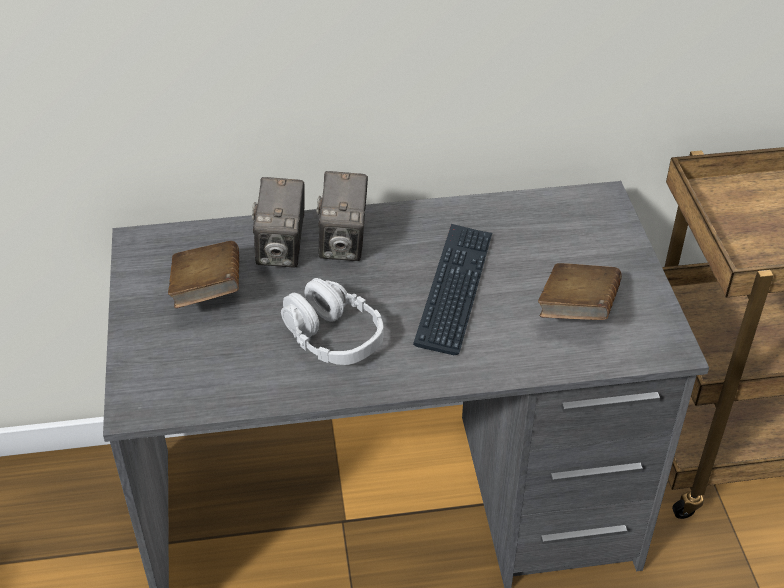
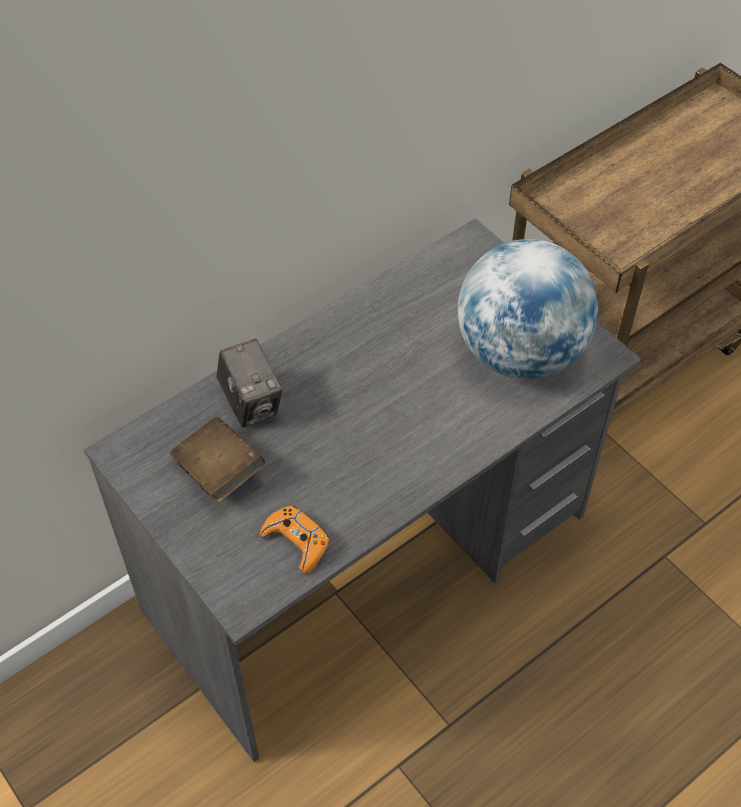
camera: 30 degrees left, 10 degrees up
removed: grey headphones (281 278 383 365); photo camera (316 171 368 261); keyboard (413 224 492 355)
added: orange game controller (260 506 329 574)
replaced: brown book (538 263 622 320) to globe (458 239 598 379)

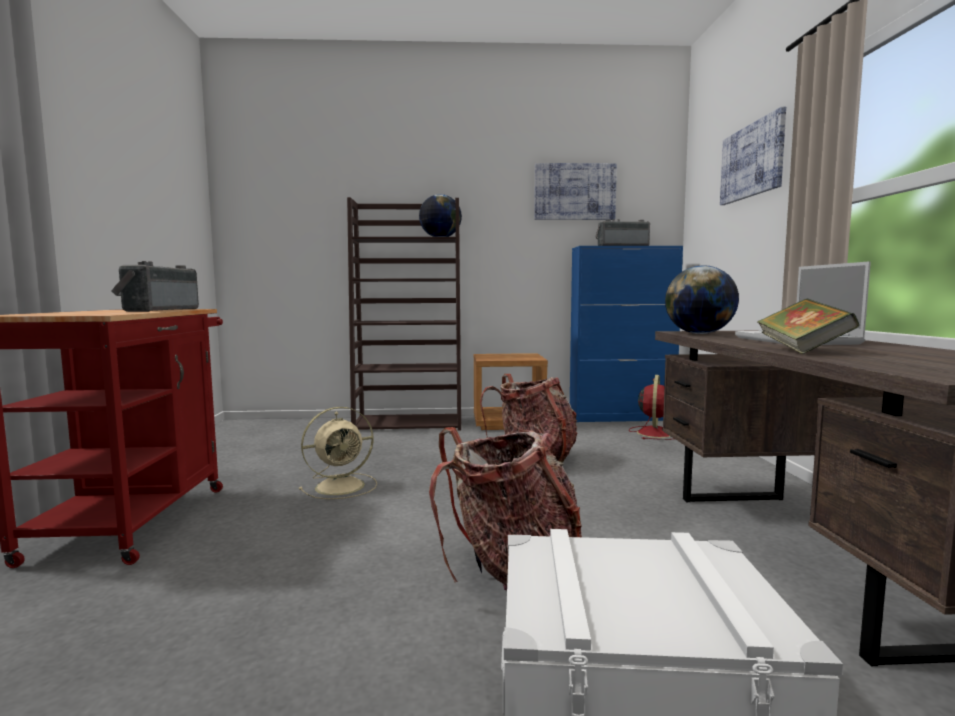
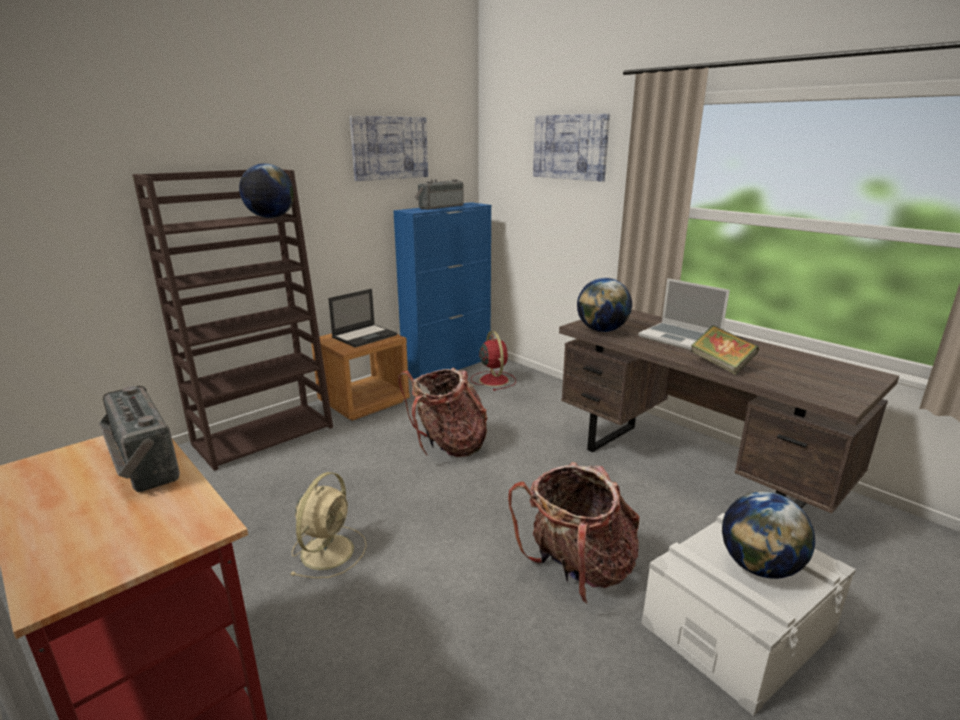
camera: 40 degrees left, 15 degrees up
added: laptop (328 289 397 348); globe (722 491 815 579)

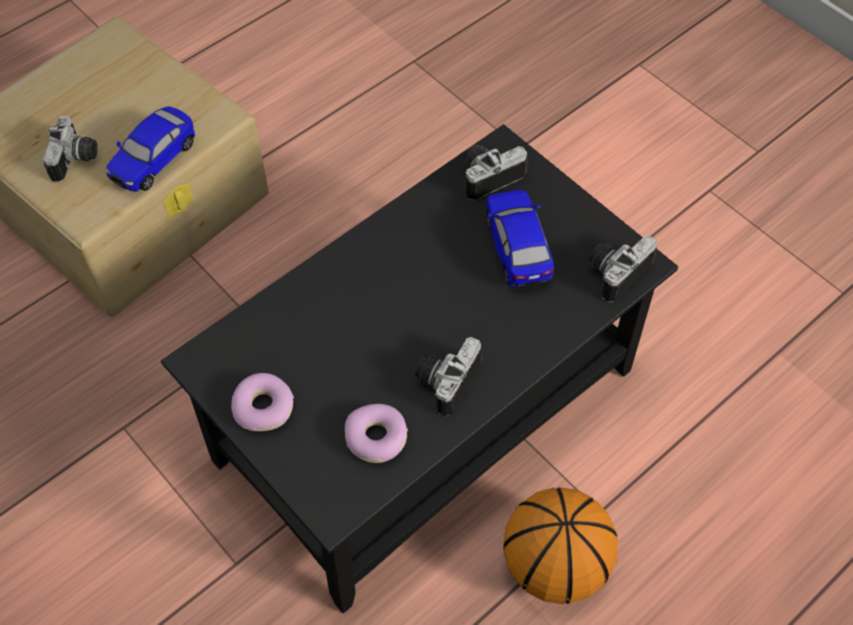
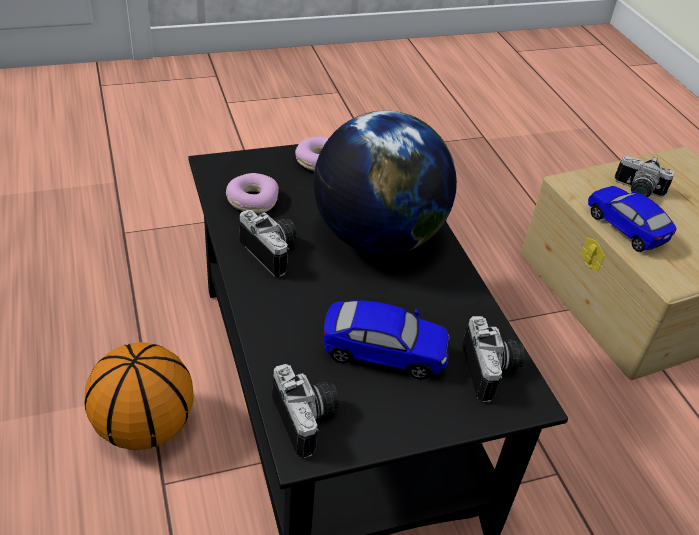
camera: 110 degrees right, 15 degrees down
added: globe (314 111 457 255)

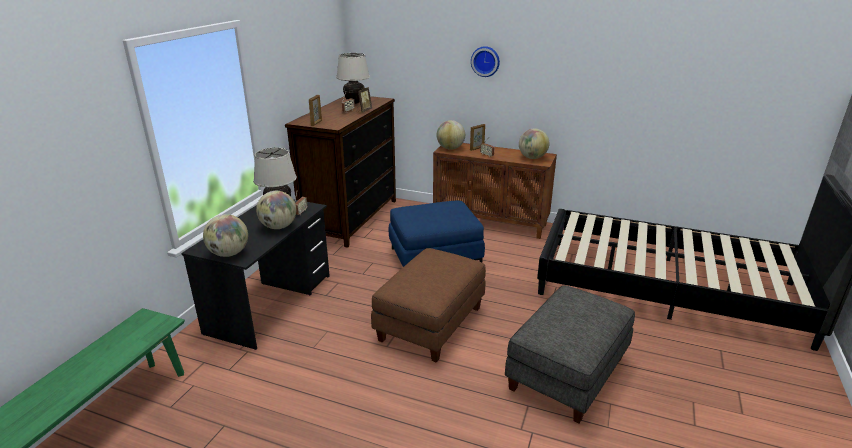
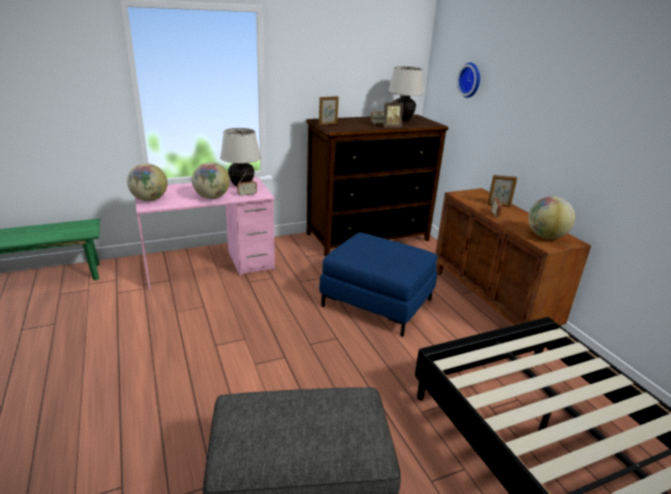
camera: 45 degrees right, 0 degrees up
removed: brown ottoman (371 248 486 363); globe (437 120 465 150)
moved: wall clock (471 46 500 77) to (457 62 480 98)
recoloured: black desk (181 199 330 350) to pink desk (135 177 275 290)

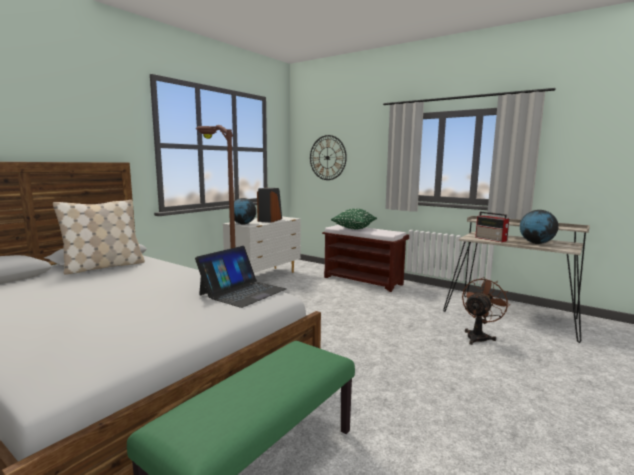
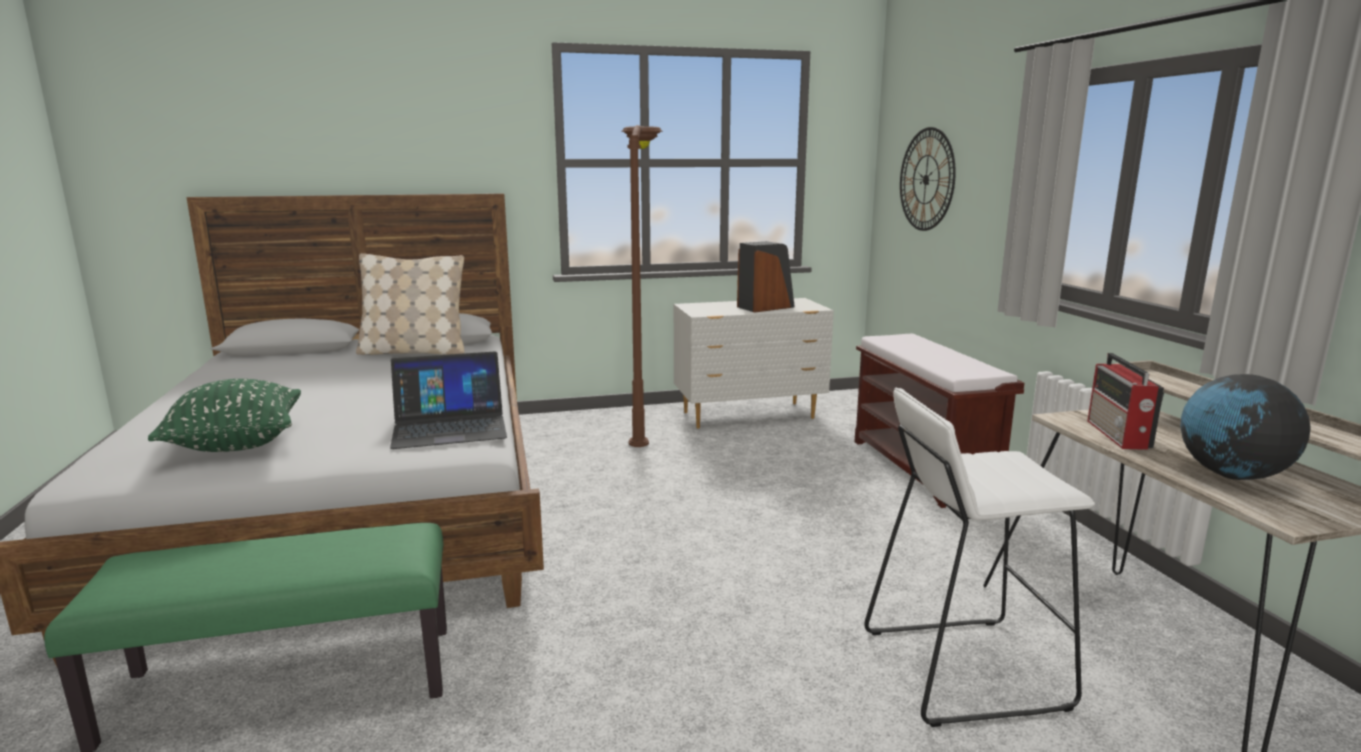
camera: 40 degrees right, 5 degrees up
removed: globe (234 198 256 225)
moved: green pillow (331 209 377 230) to (148 379 301 452)
replaced: brown fan (462 277 510 345) to white stool (864 388 1095 727)

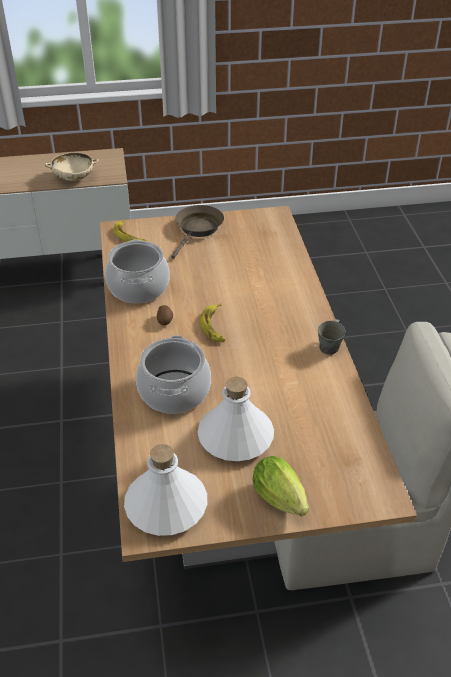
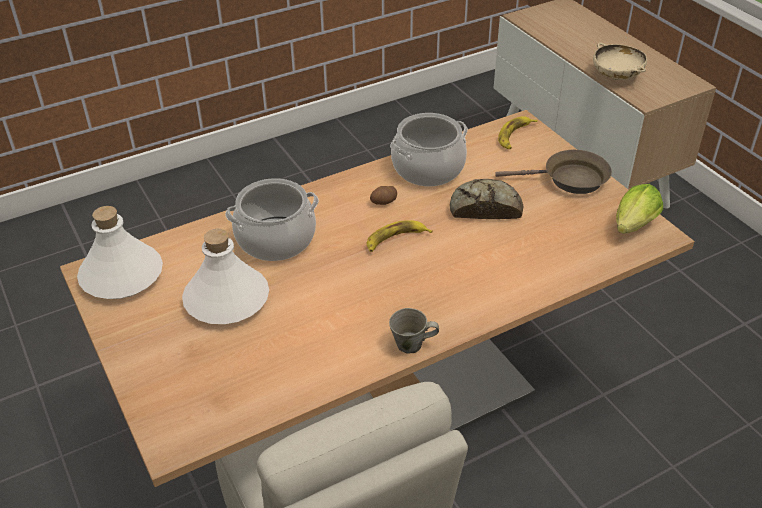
camera: 70 degrees right, 0 degrees up
added: bread (450 179 524 219)
moved: lettuce (252 456 309 516) to (616 184 663 234)

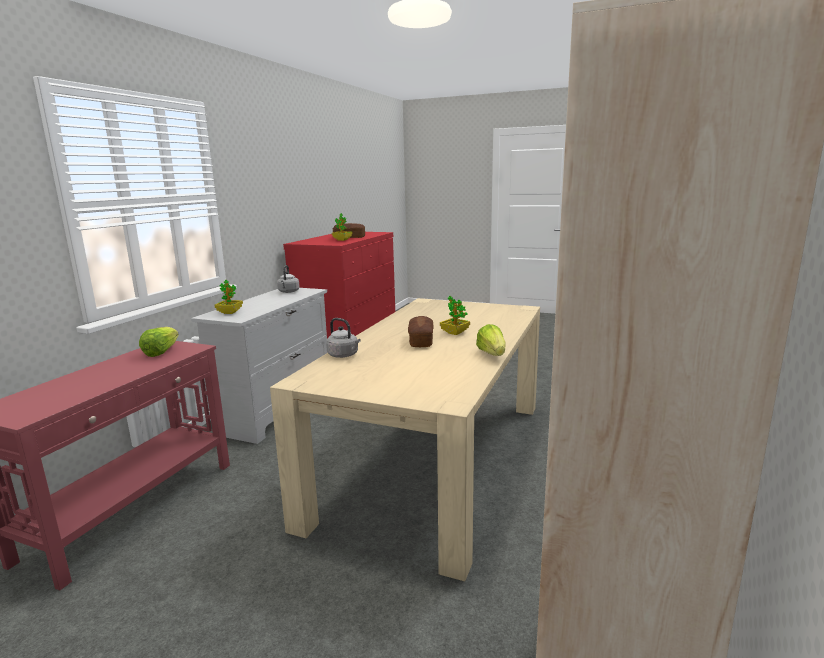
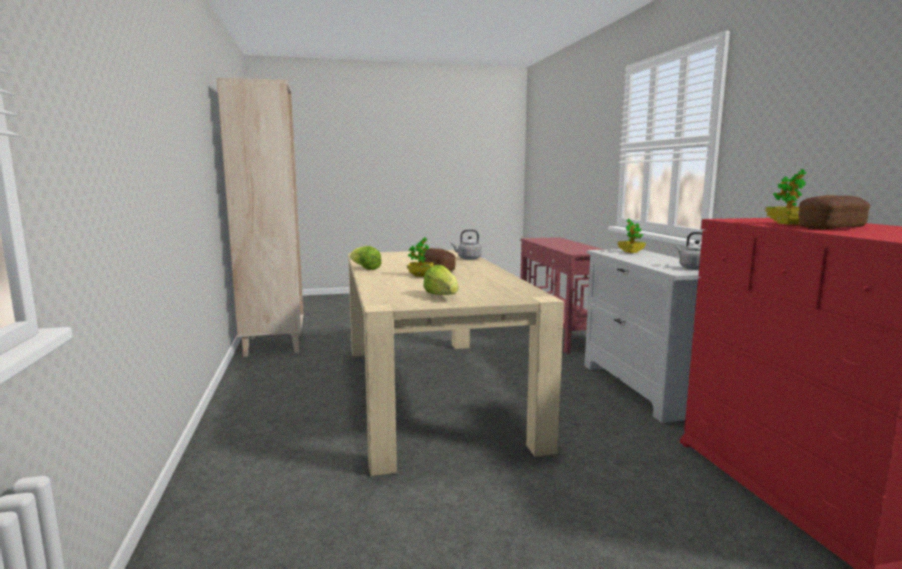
camera: 145 degrees right, 5 degrees down
moved: lettuce (139 327 179 357) to (423 265 458 295)

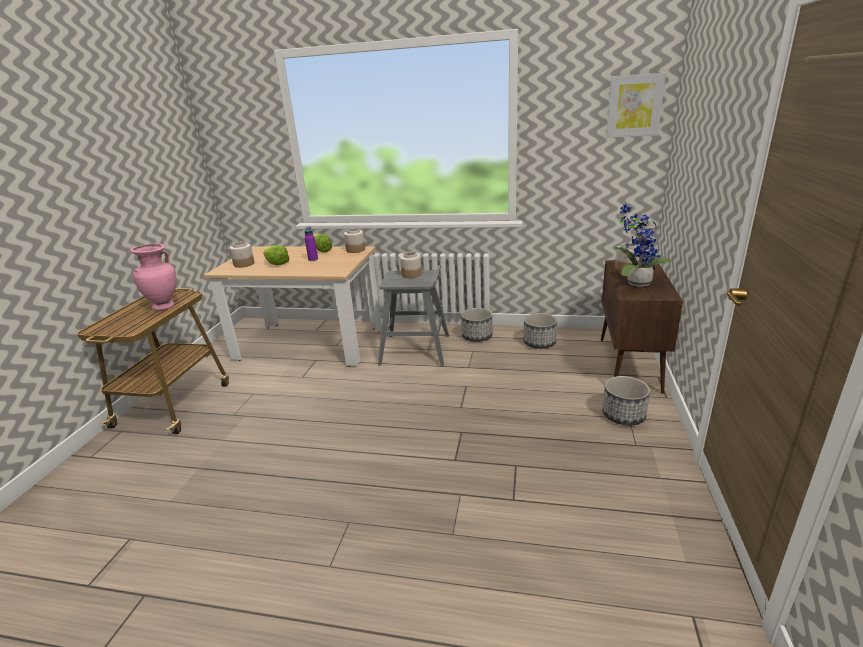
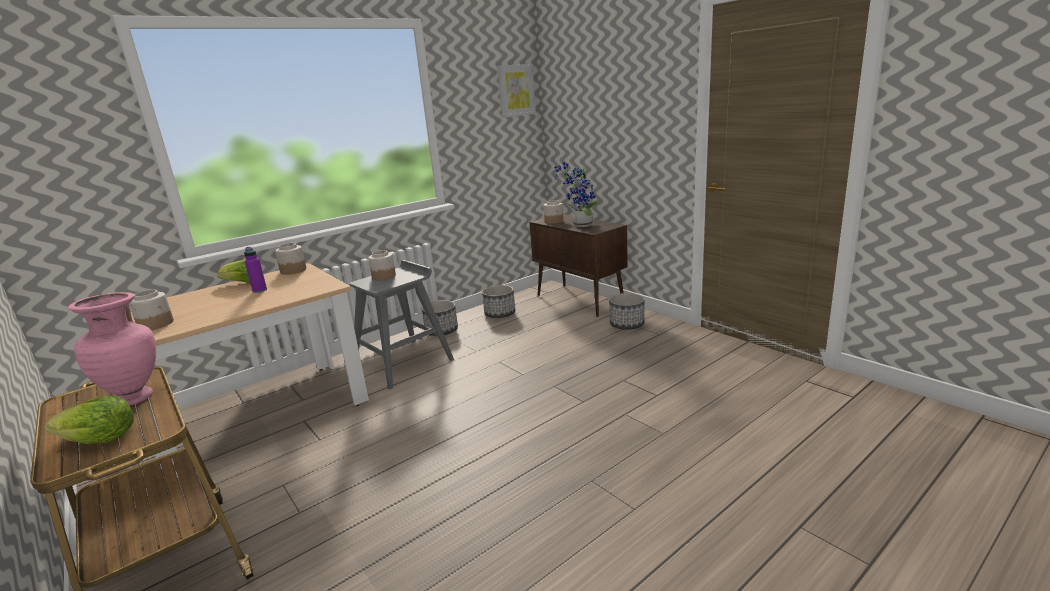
camera: 50 degrees left, 5 degrees down
moved: lettuce (263 245 289 265) to (45 396 134 444)

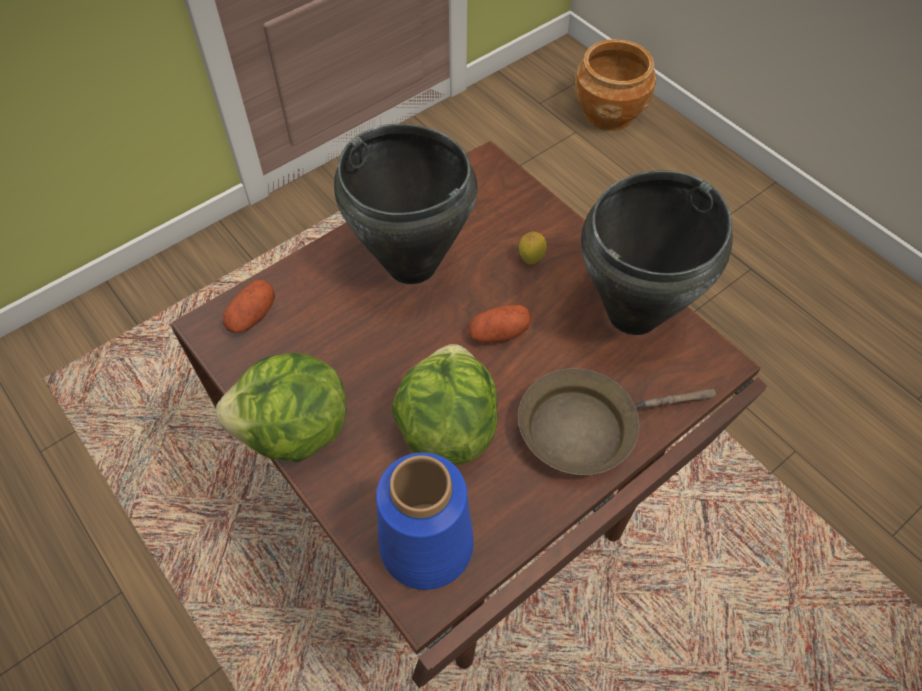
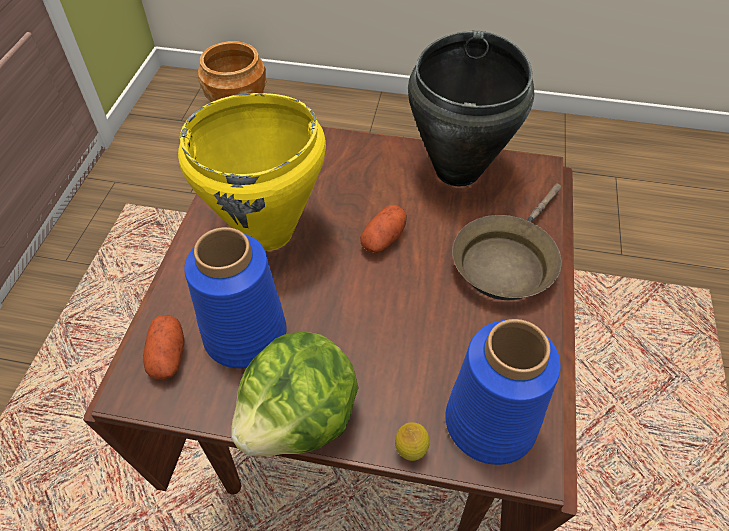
camera: 40 degrees left, 5 degrees down
removed: lettuce (391 344 498 465)
added: blue vase (184 227 287 368)
moved: lemon (519 231 546 265) to (395 422 430 461)
recoloured: black cooking pot (334 124 478 284) to yellow cooking pot (178 93 326 251)

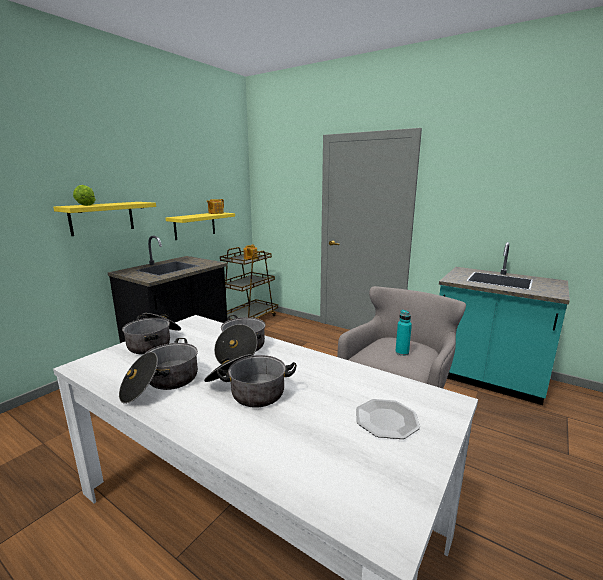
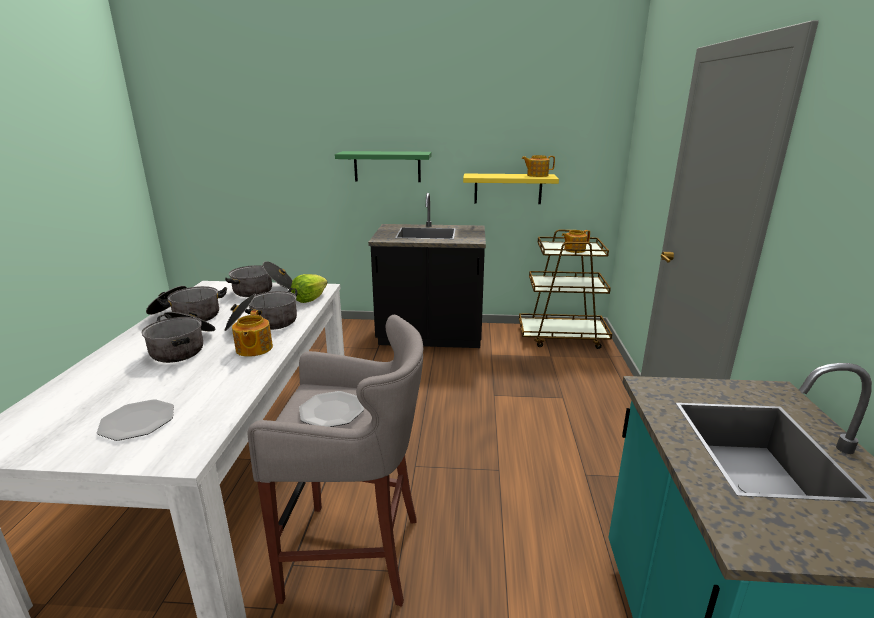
camera: 60 degrees right, 5 degrees up
added: teapot (232 310 273 357)
moved: lettuce (73 185 96 206) to (291 274 328 303)
replaced: turquoise bottle (395 310 412 356) to plate (299 391 364 427)
recoloured: yellow shelf (53 202 156 236) to green shelf (335 151 432 182)

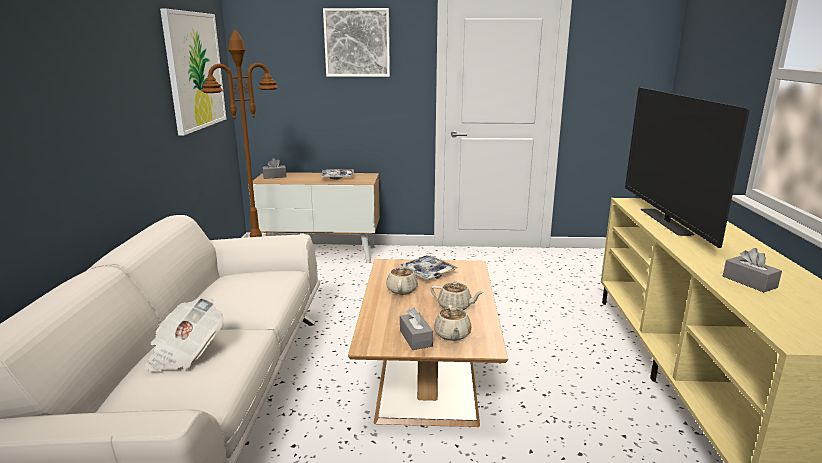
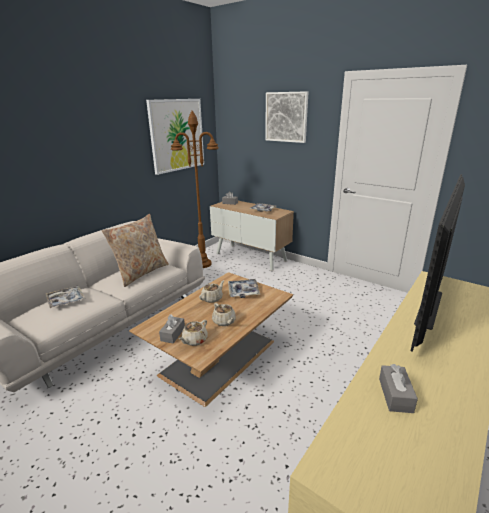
camera: 35 degrees right, 5 degrees up
added: beige pillow (102 214 169 287)
replaced: newspaper (145 297 223 371) to tray (46 286 85 308)

